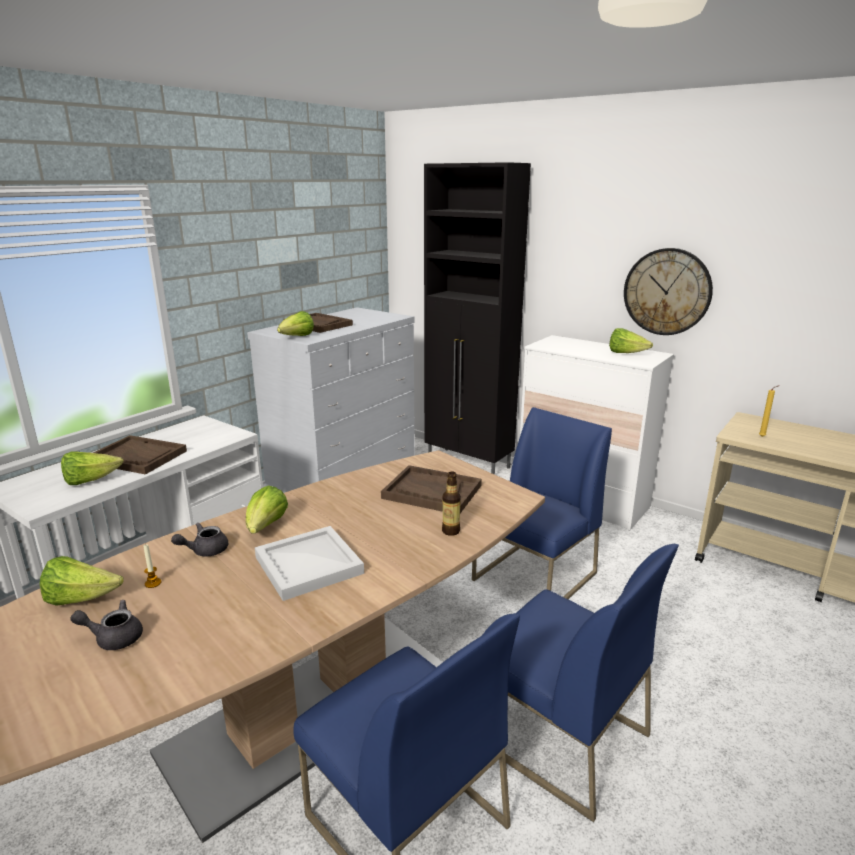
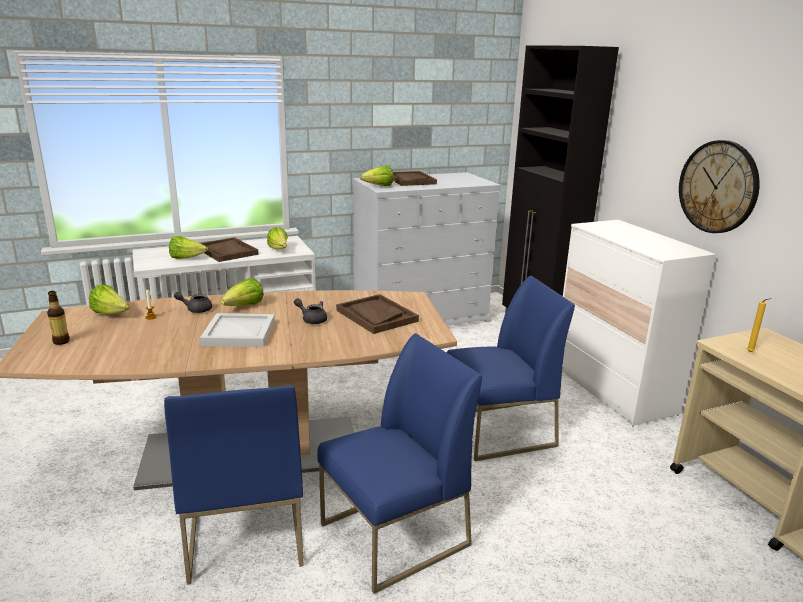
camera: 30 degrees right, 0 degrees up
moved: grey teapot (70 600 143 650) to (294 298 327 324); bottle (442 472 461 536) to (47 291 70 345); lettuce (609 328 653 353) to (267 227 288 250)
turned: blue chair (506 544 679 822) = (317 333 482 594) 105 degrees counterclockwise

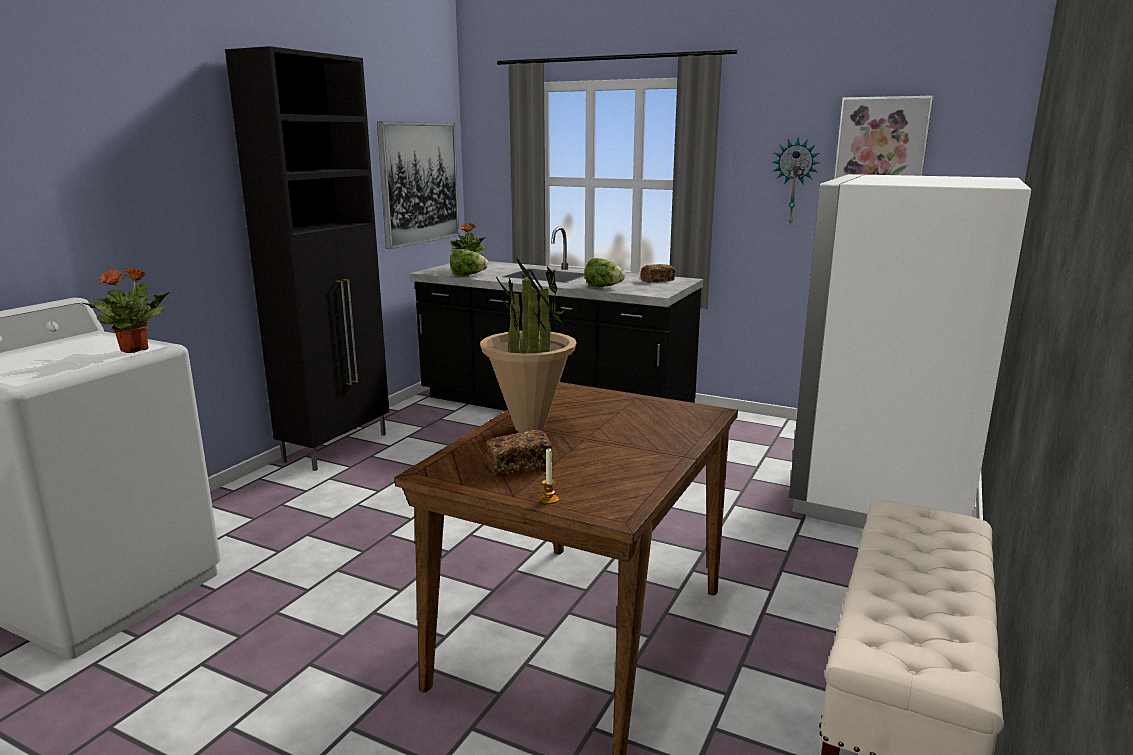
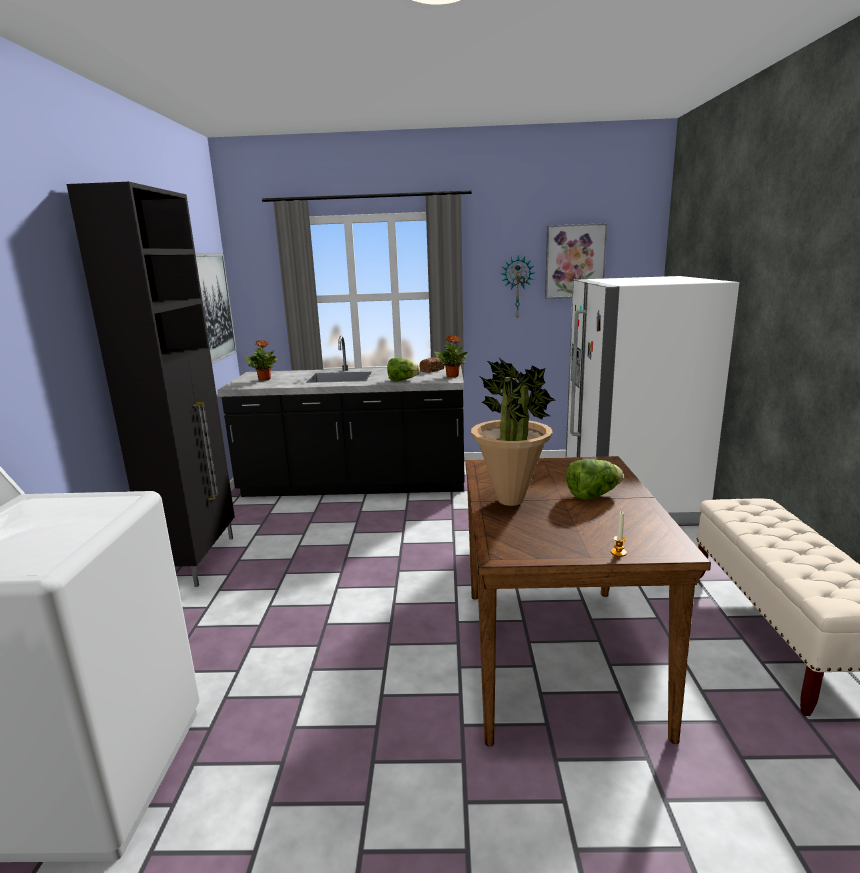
camera: 25 degrees left, 0 degrees up
removed: bread (485 430 553 476)
moved: potted plant (81 267 169 353) to (434 335 467 377); lettuce (450 249 488 276) to (566 459 624 499)

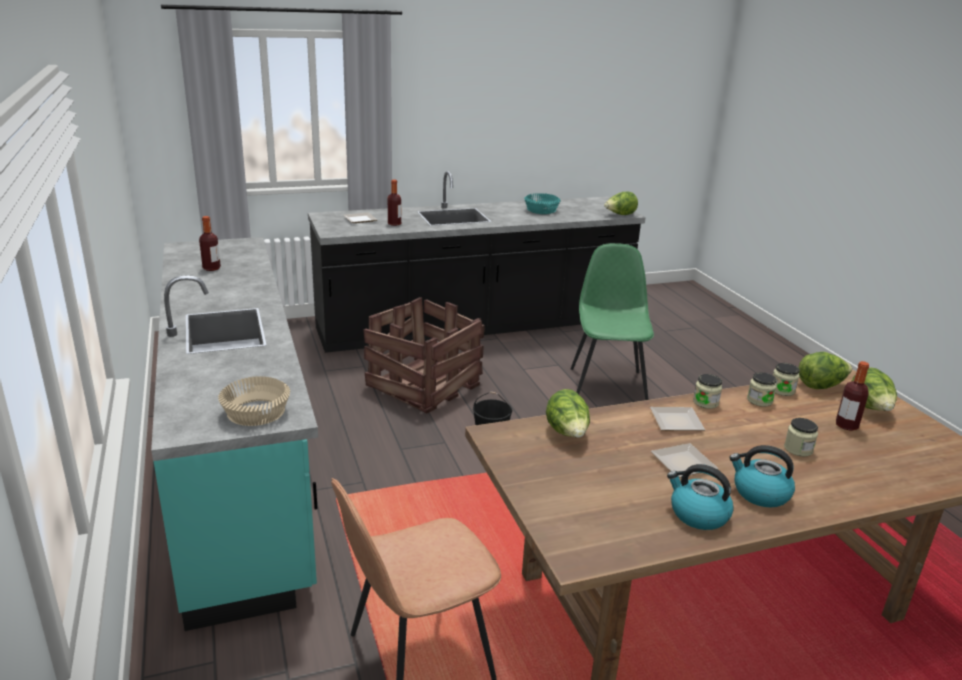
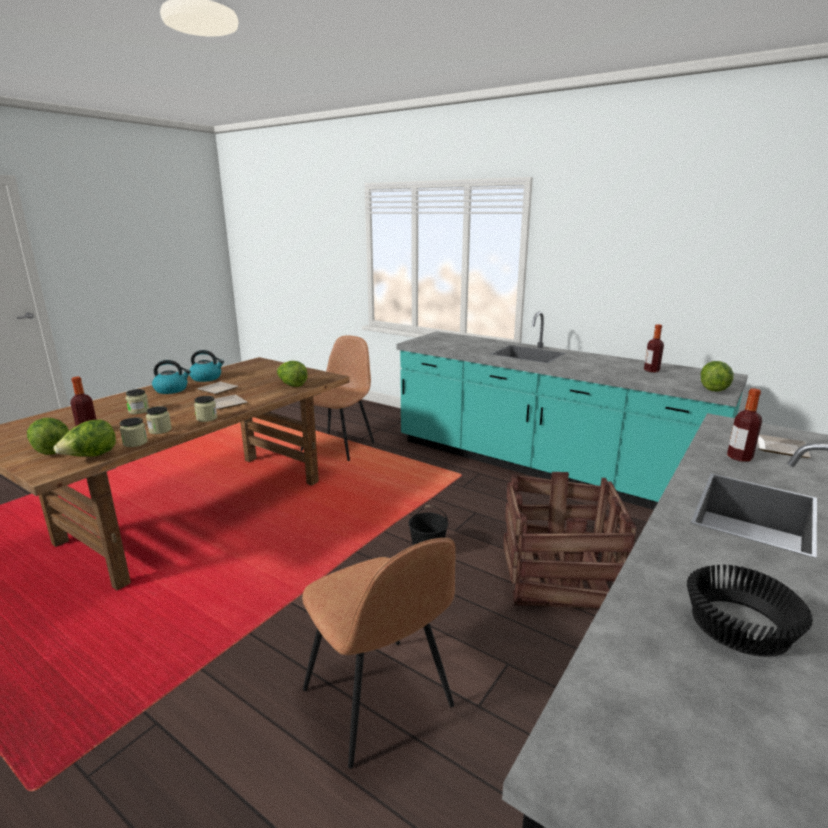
camera: 145 degrees right, 5 degrees down
removed: beige bowl (218 376 290 426)
moved: lettuce (604 192 638 215) to (701 361 734 391)
recoloured: turquoise bowl (524 193 561 214) to black bowl (687 565 813 657); green chair (571 243 654 400) to brown chair (302 538 456 769)

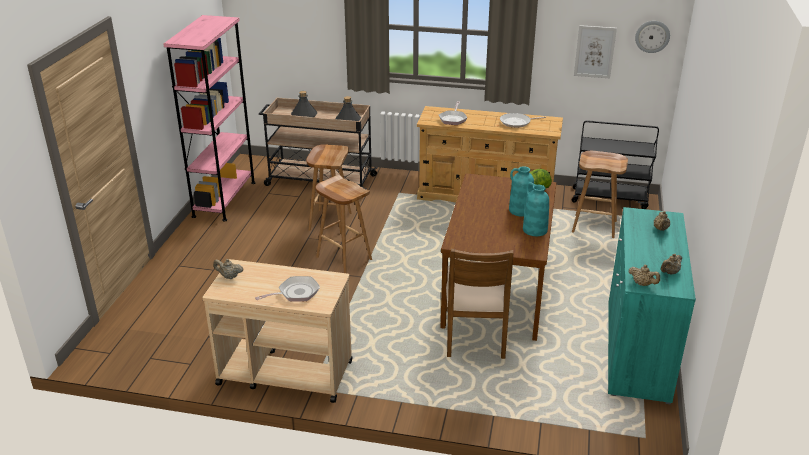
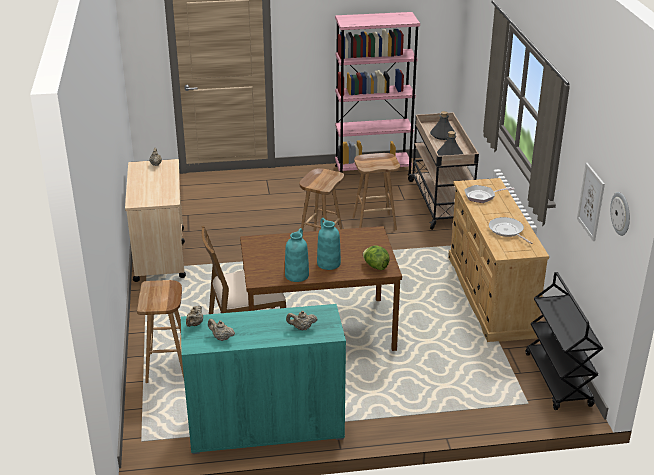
camera: 70 degrees right, 0 degrees up
removed: frying pan (255 276 320 302)
moved: brown stool (572 151 628 238) to (137 280 184 383)

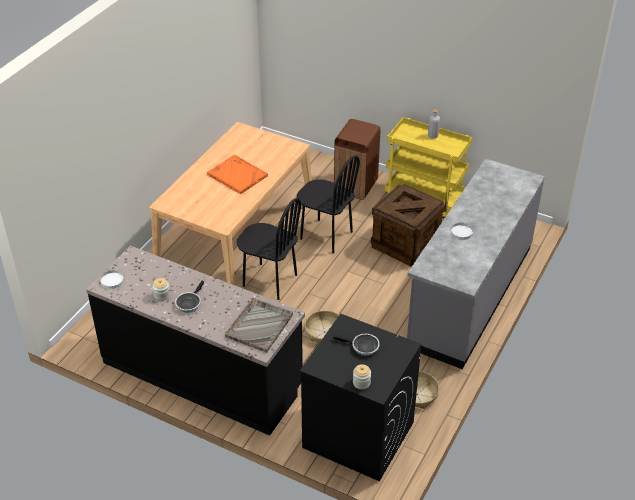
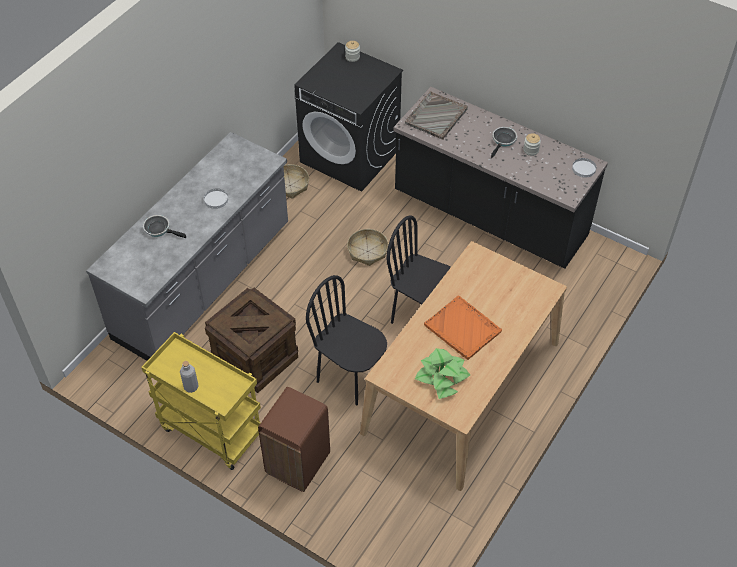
camera: 175 degrees left, 10 degrees up
added: potted plant (415 348 470 399)
moved: frying pan (333 334 380 356) to (143 215 186 238)

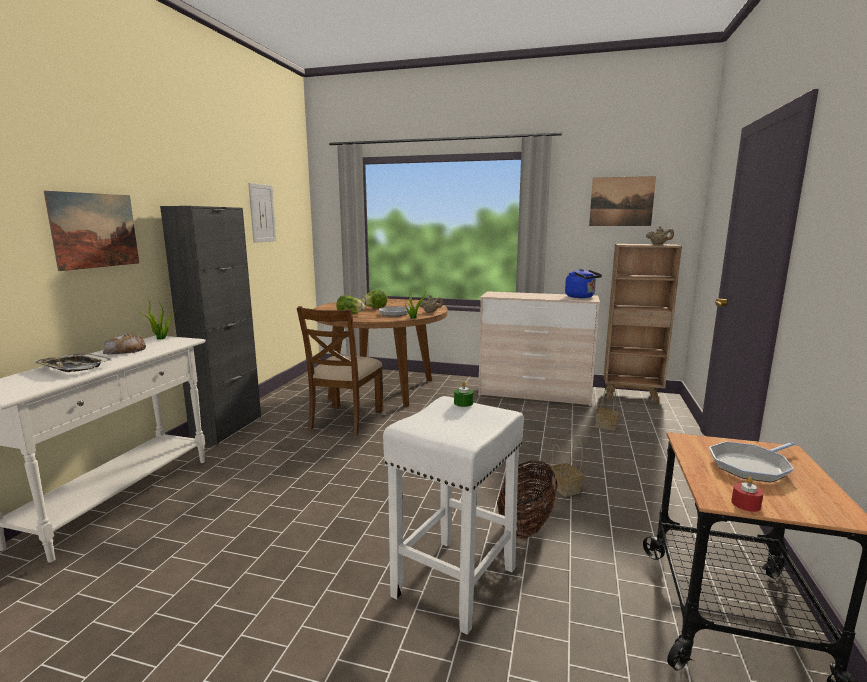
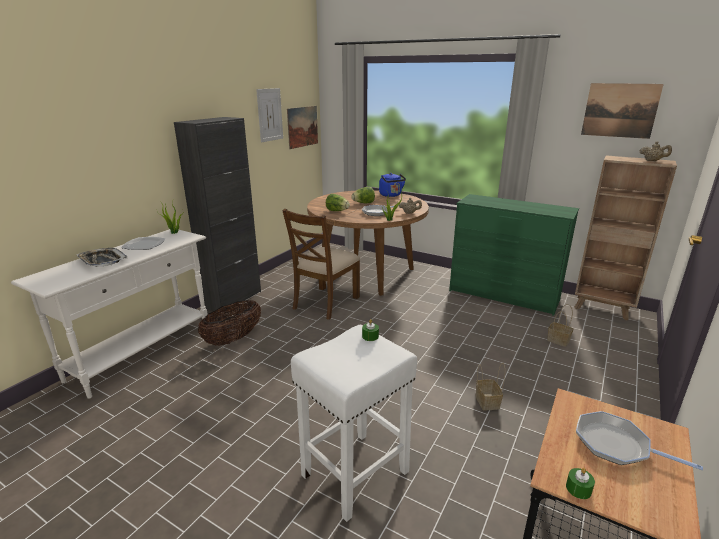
camera: 15 degrees right, 10 degrees up
moved: picture (44 191 139 271) to (287 106 318 149); basket (497 461 558 539) to (198 300 261 346); blue kettle (565 269 602 298) to (379 173 406 197)
replaced: bread (103 333 146 354) to plate (121 237 165 250)
recoloured: beige dresser (478 291 600 406) to green dresser (449 194 579 316); red candle (731 477 764 512) to green candle (566 468 595 499)
turned: frying pan (709 442 795 482) = (576 411 703 470) 45 degrees clockwise

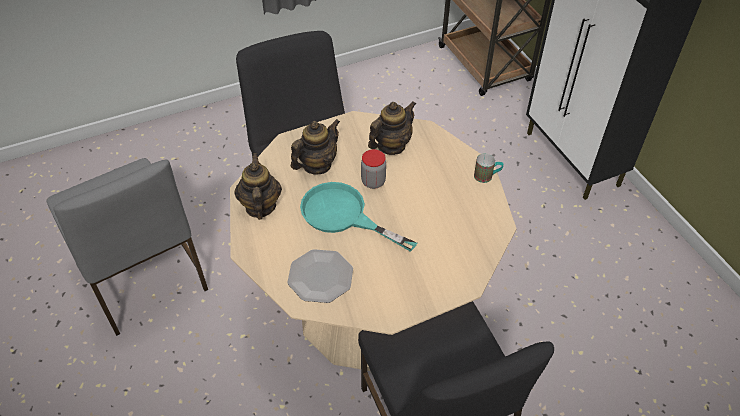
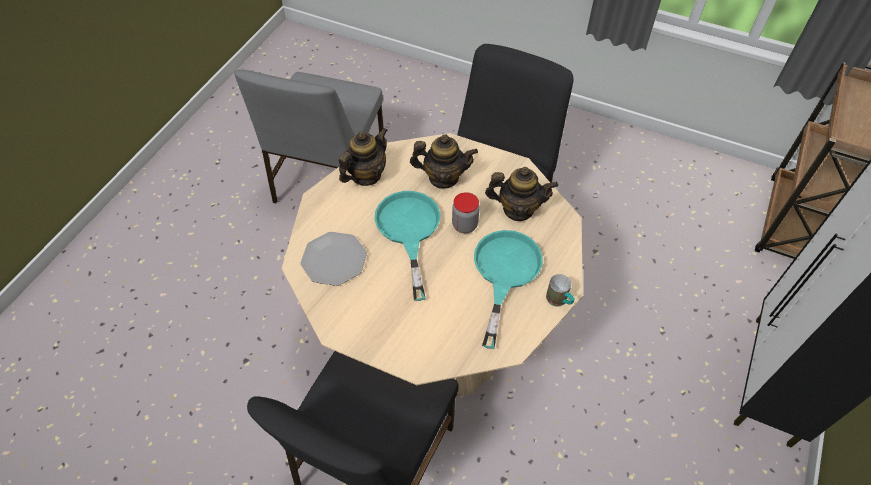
camera: 50 degrees right, 5 degrees up
added: turquoise frying pan (474 230 543 349)

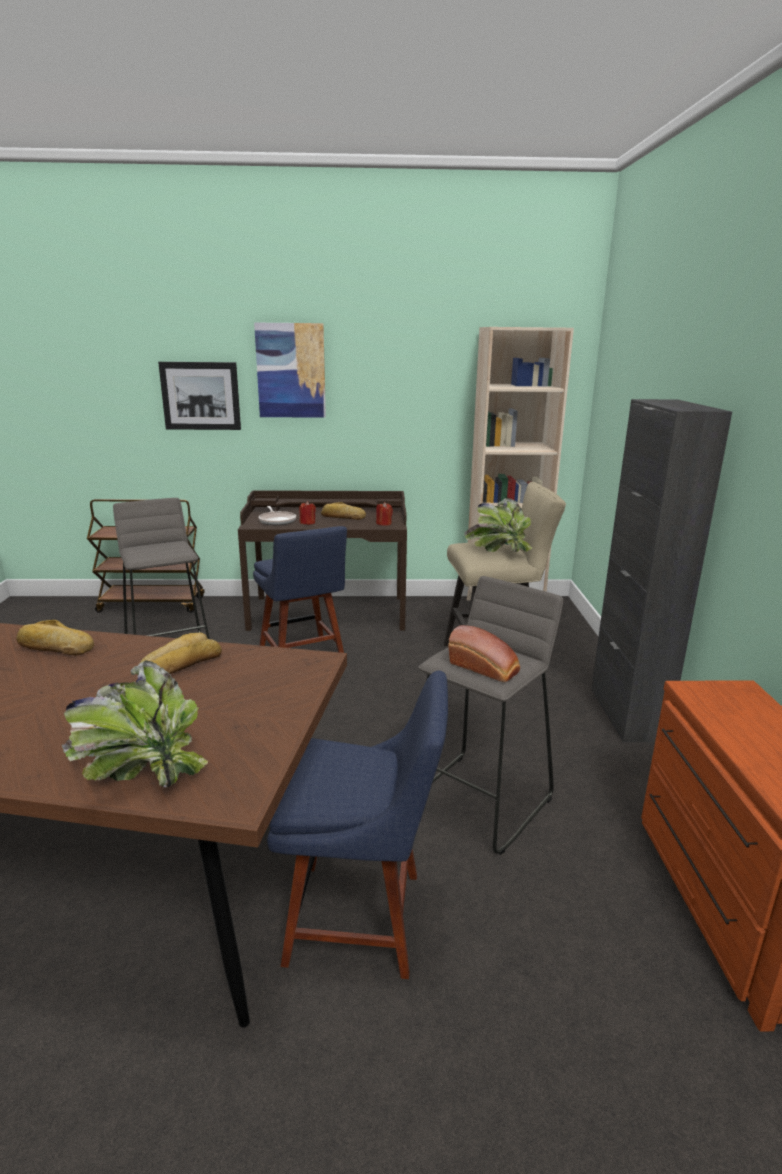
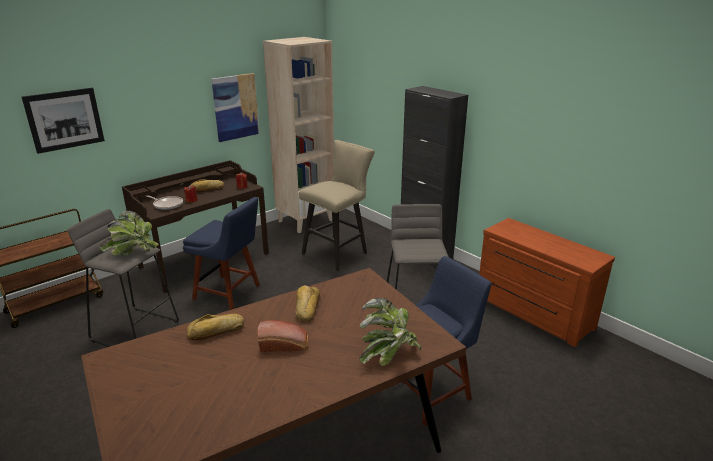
camera: 40 degrees left, 5 degrees up
moved: picture (254 322 326 418) to (211 73 259 142); bread (448 625 520 682) to (258 320 308 352); potted plant (464 498 532 552) to (99 210 158 256)

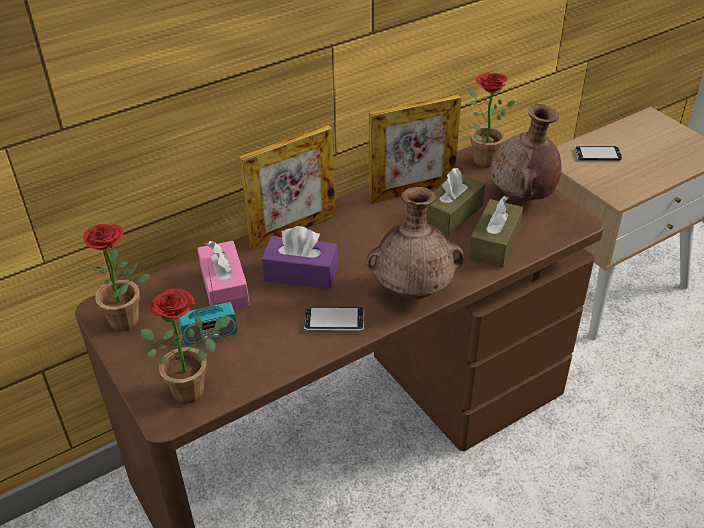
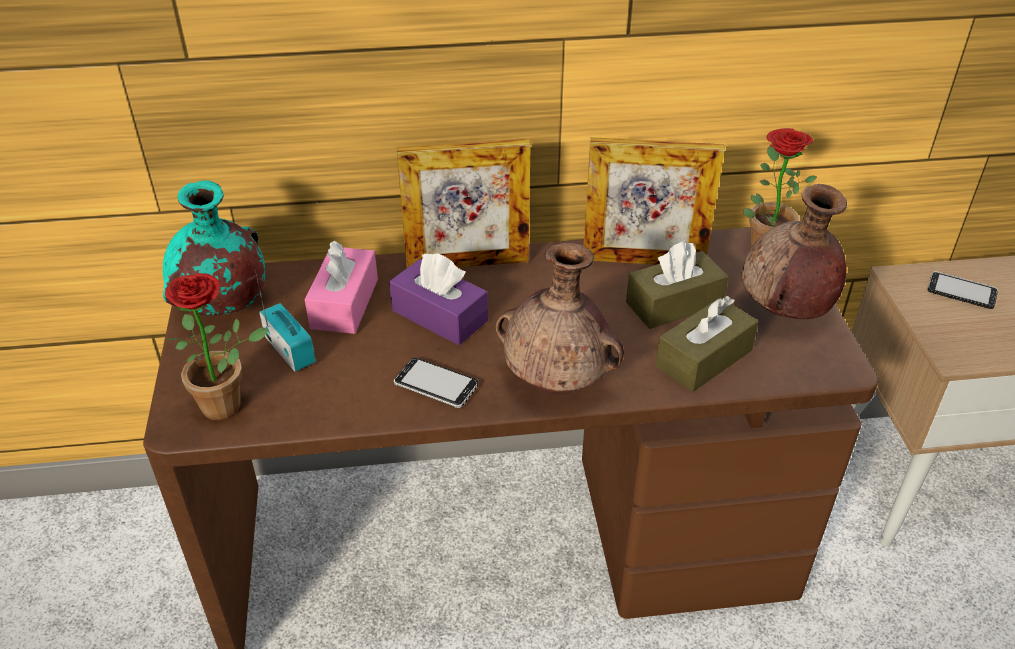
camera: 25 degrees right, 0 degrees up
replaced: potted plant (79 224 150 331) to turquoise vase (163 180 265 315)
turned: radio (178 267 238 346) = (256 274 316 372) 135 degrees counterclockwise

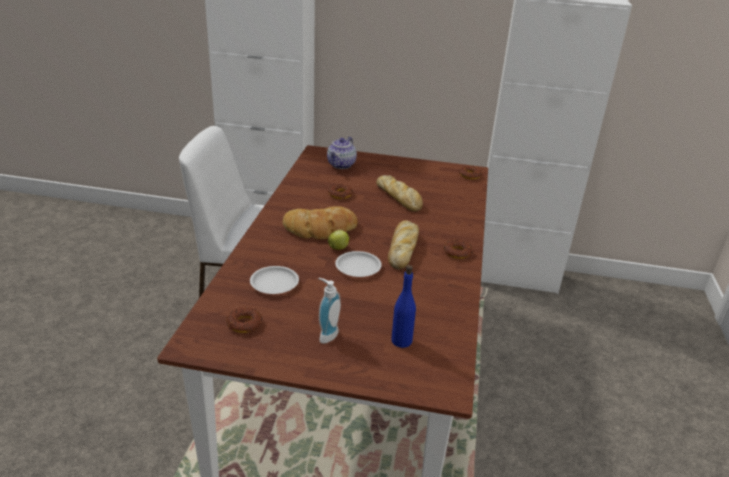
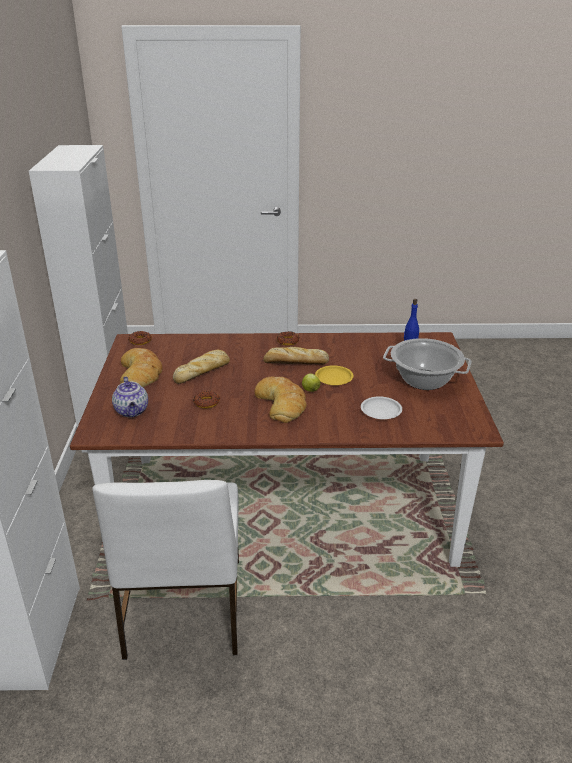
camera: 100 degrees left, 0 degrees up
removed: donut (227 307 262 333)
added: bread (120 348 162 387)
replaced: soap dispenser (318 278 341 344) to cooking pot (383 338 472 390)
recoloured: white plate (335 251 382 277) to yellow plate (315 365 353 386)
turned: teapot (327 137 357 169) = (112 377 148 417) 60 degrees clockwise

